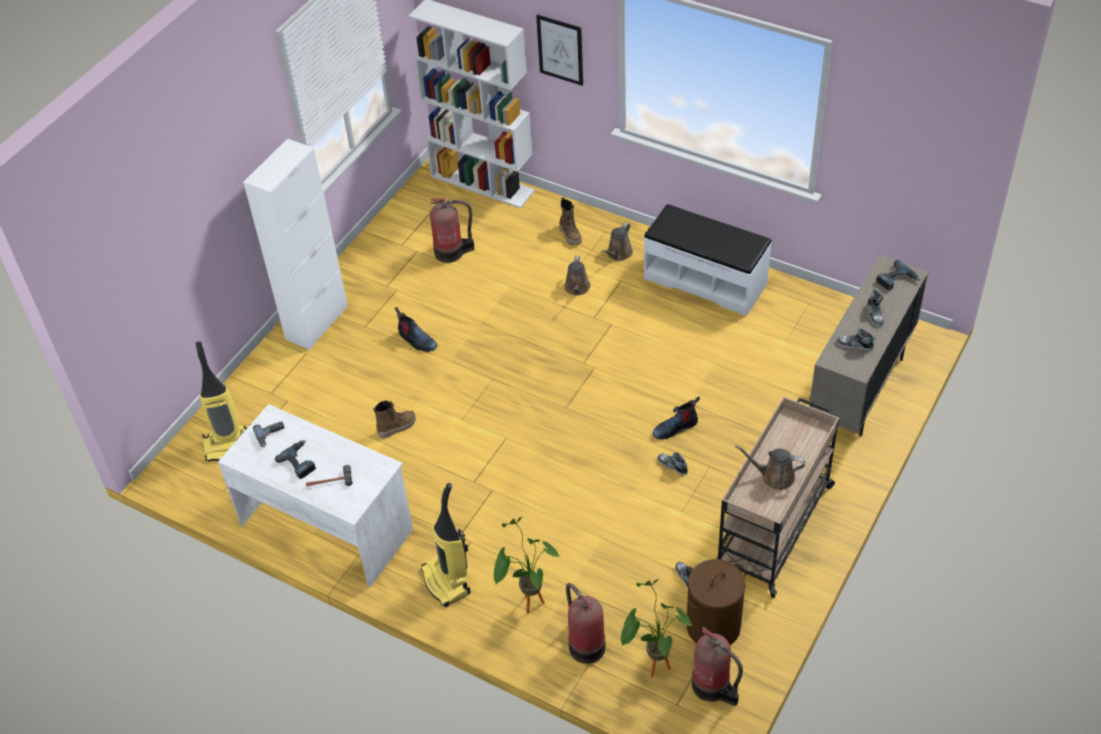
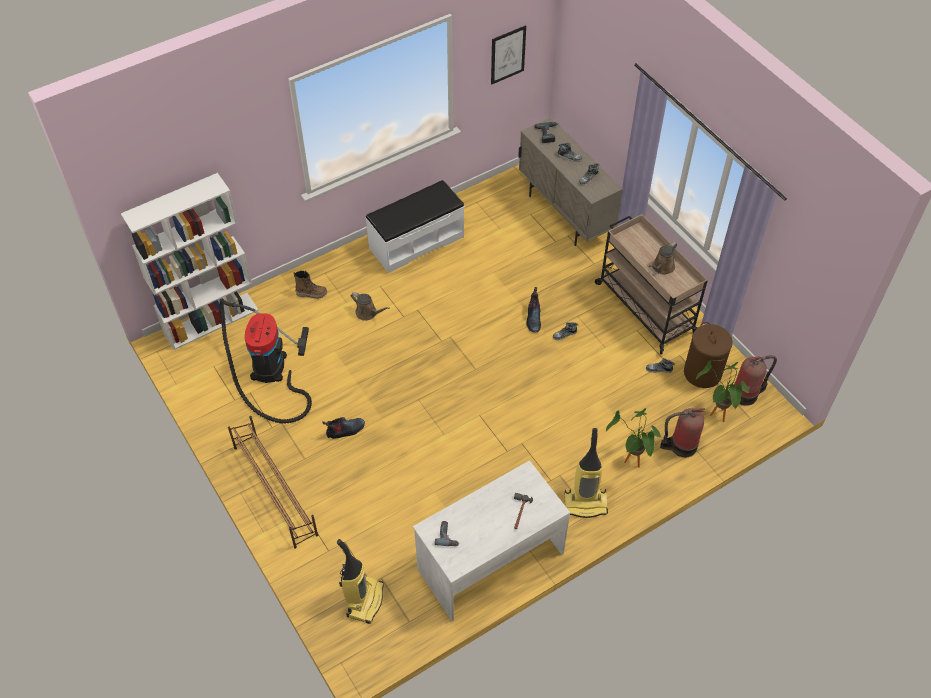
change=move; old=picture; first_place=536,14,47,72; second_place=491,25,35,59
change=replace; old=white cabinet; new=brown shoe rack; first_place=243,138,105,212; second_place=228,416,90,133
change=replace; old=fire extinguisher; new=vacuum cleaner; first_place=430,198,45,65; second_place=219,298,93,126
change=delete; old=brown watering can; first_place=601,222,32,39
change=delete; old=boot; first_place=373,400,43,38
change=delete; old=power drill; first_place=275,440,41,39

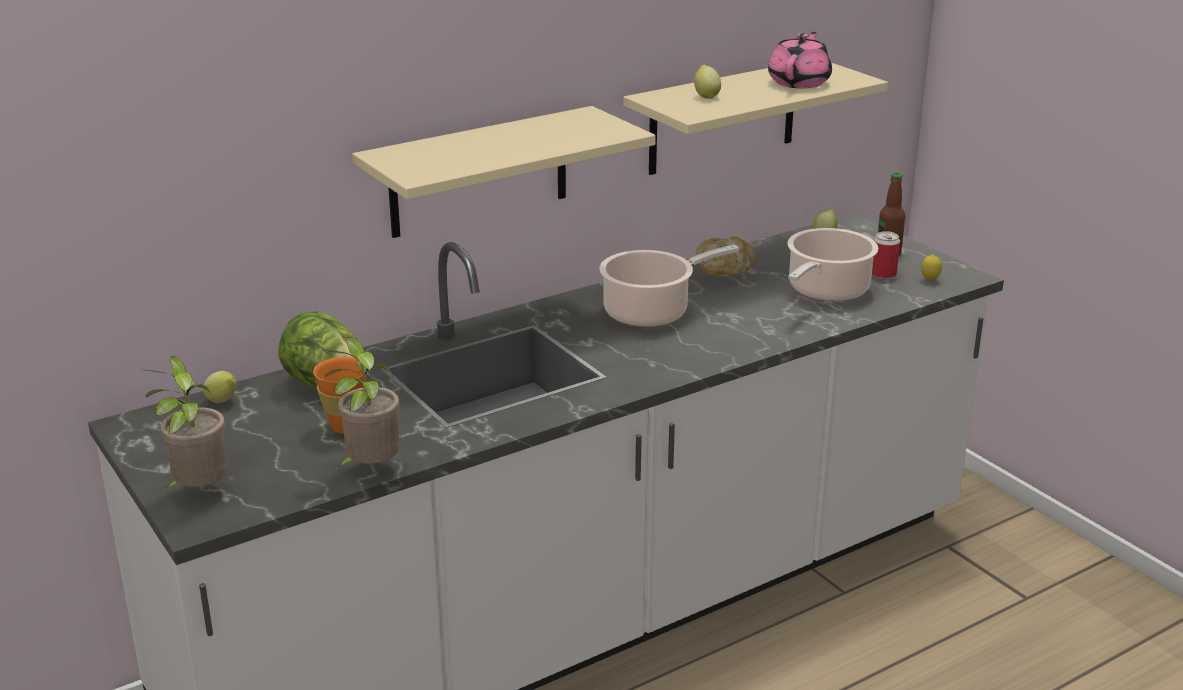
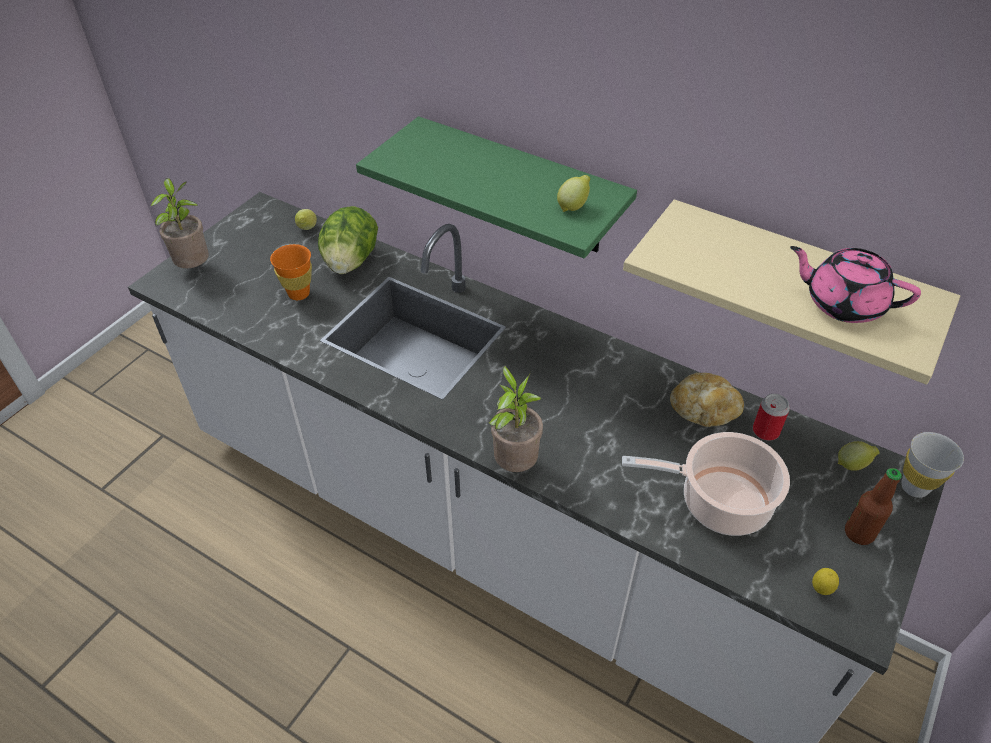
change=rotate; old=pink teapot; first_place=768,32,64,56; second_place=790,246,131,77; degrees=-150
change=move; old=lemon; first_place=694,65,27,34; second_place=557,175,33,37
change=recolor; old=beige shelf; new=green shelf; first_place=352,106,304,132; second_place=356,116,281,142
change=move; old=can; first_place=872,231,28,48; second_place=753,394,37,47
change=delete; old=cooking pot; first_place=599,245,140,82
change=move; old=potted plant; first_place=323,337,77,130; second_place=489,366,54,106
change=insert; new=white cup; second_place=901,432,63,66

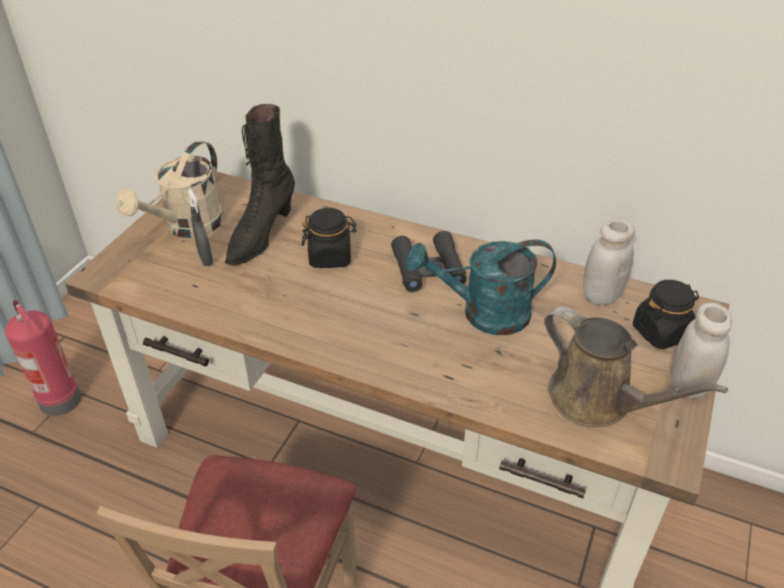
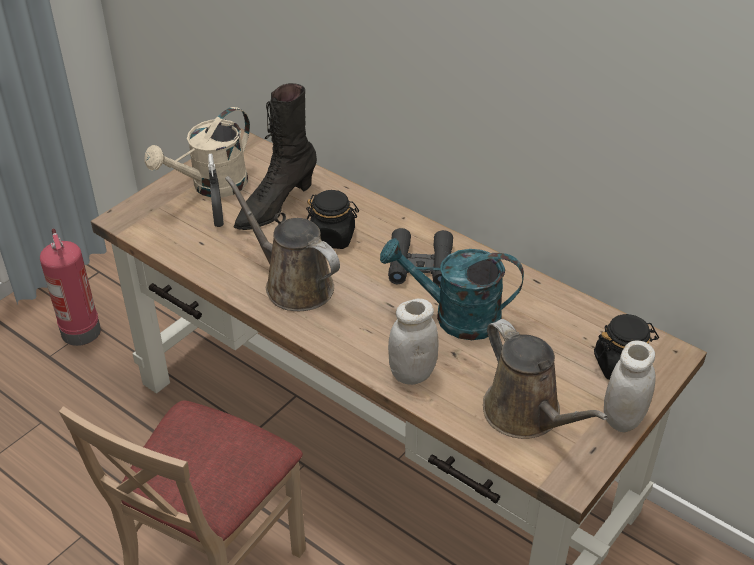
change=move; old=white jar; first_place=583,219,52,86; second_place=388,299,50,86
change=insert; new=brown watering can; second_place=225,176,115,135

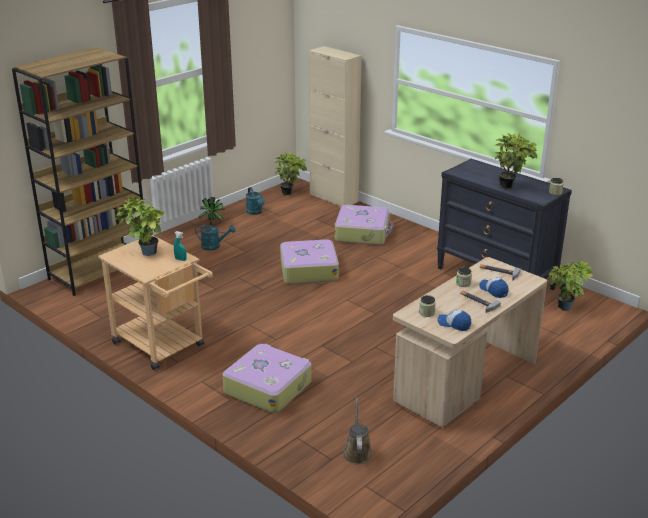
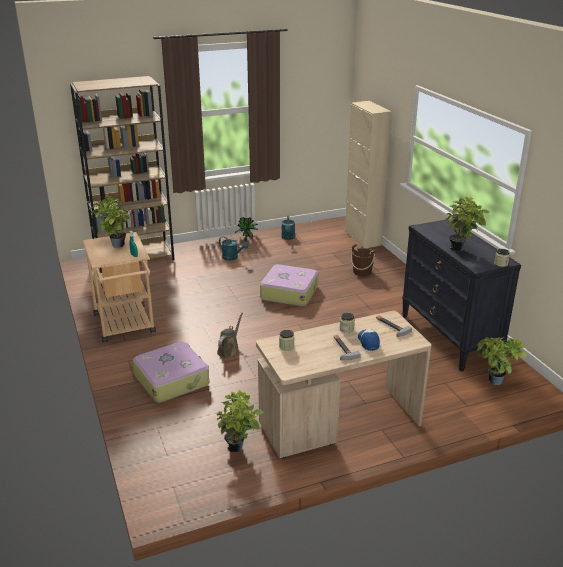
change=move; old=potted plant; first_place=275,152,32,43; second_place=217,390,47,62
change=replace; old=suitcase; new=brown bucket; first_place=335,205,58,40; second_place=351,244,25,32
change=delete; old=cap; first_place=437,310,34,21
change=move; old=brown watering can; first_place=343,398,30,67; second_place=217,313,26,45

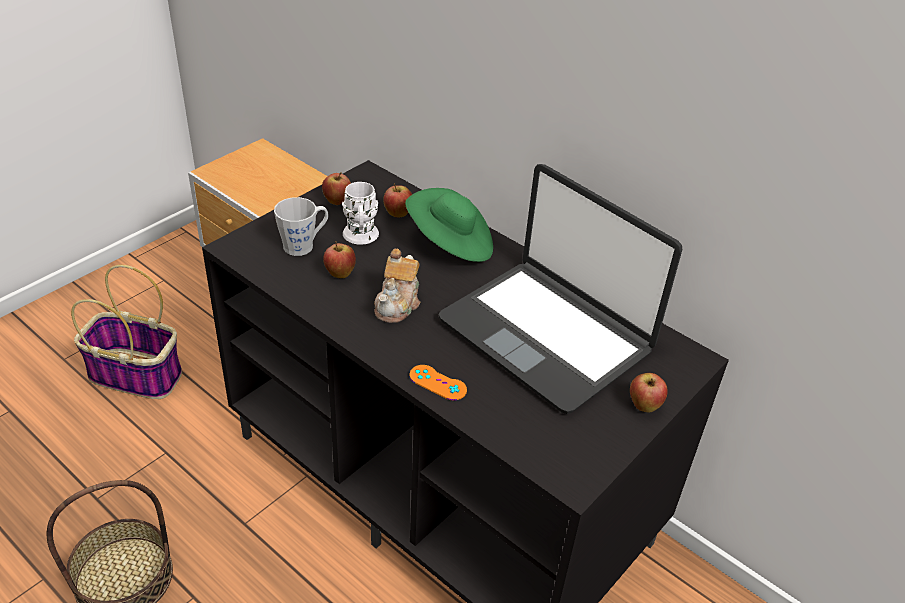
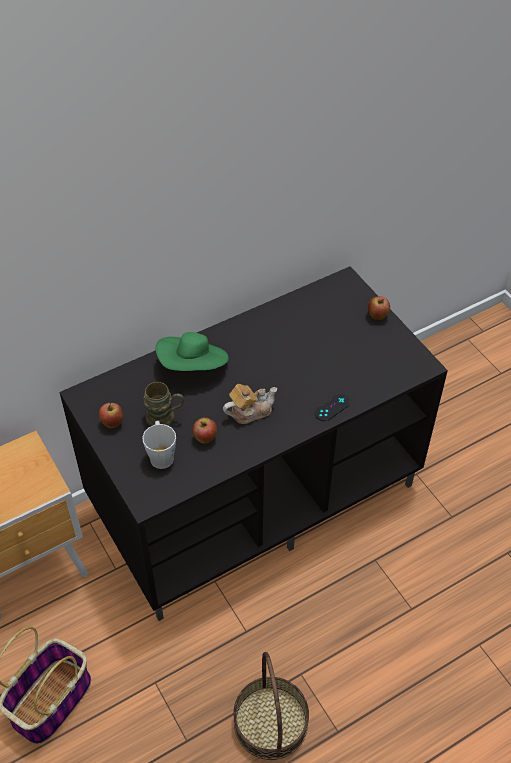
change=delete; old=laptop; first_place=438,164,244,250
change=recolor; old=white mug; new=brown mug; first_place=342,182,37,63; second_place=143,382,41,44
change=delete; old=apple; first_place=383,183,29,34
change=rotate; old=teapot; first_place=374,249,46,74; second_place=223,384,55,40; degrees=-60
change=recolor; old=orange game controller; new=black game controller; first_place=410,365,57,35; second_place=315,394,35,27

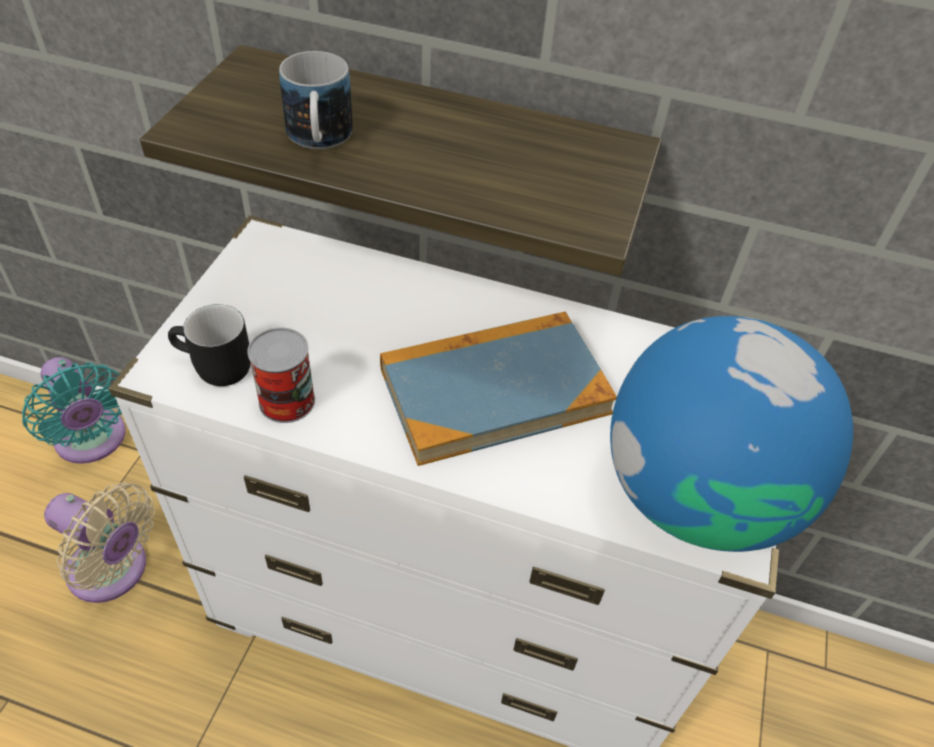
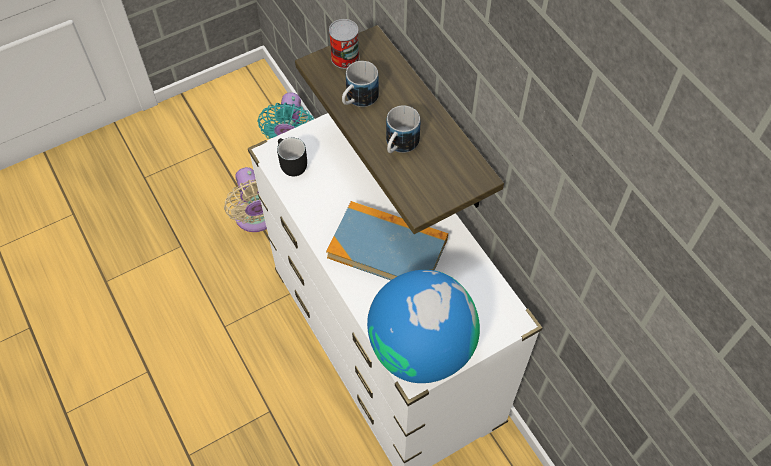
change=move; old=can; first_place=248,327,67,96; second_place=329,19,31,50
change=insert; new=mug; second_place=386,105,34,48

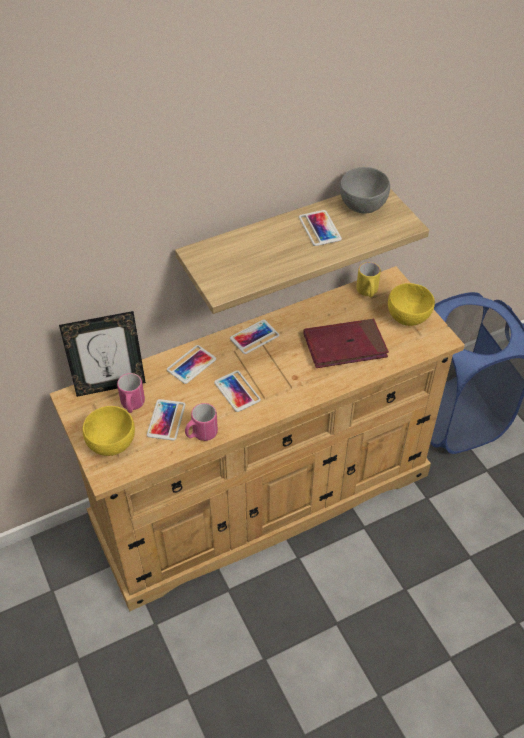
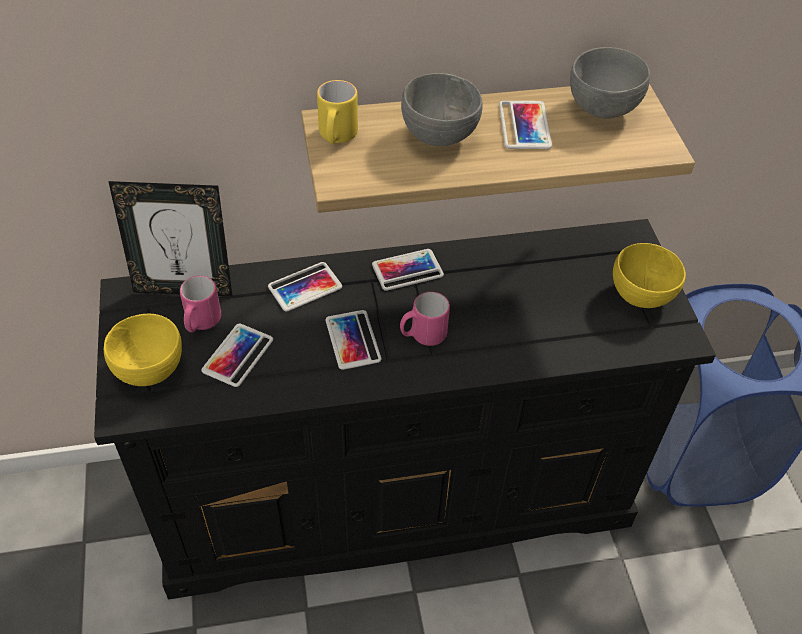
change=move; old=yellow mug; first_place=356,262,25,35; second_place=317,80,41,64
change=recolor; old=beige dresser; new=black dresser; first_place=50,266,415,345; second_place=94,219,622,381
change=delete; old=red book; first_place=303,319,86,49
change=move; old=pink mug; first_place=185,403,33,38; second_place=400,291,50,55
change=insert; new=grey bowl; second_place=401,73,82,73

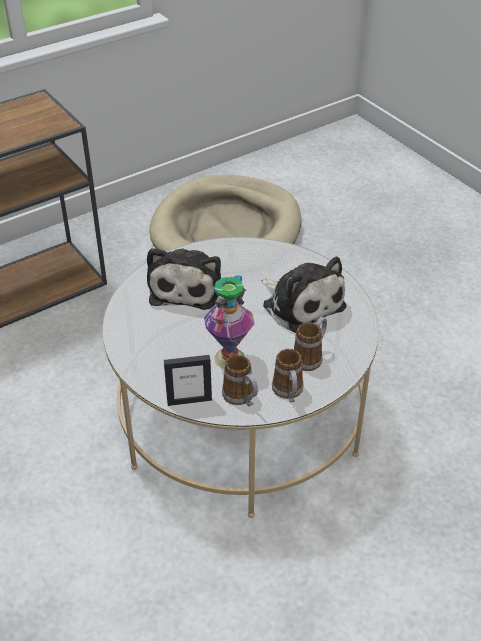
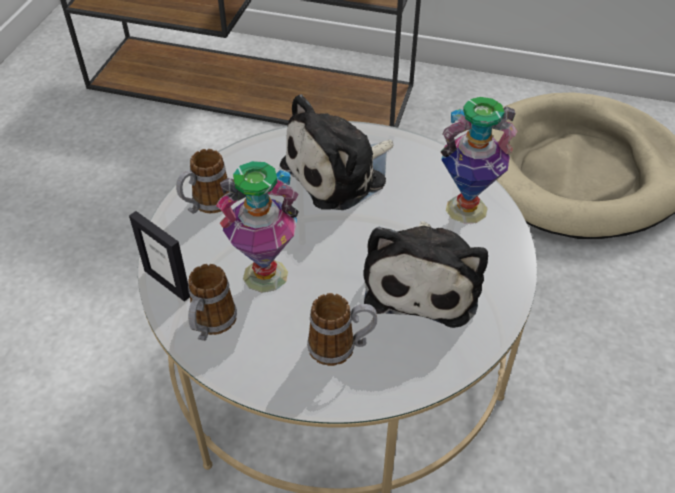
change=move; old=mug; first_place=272,349,32,53; second_place=176,149,53,65
change=insert; new=vase; second_place=441,97,76,127

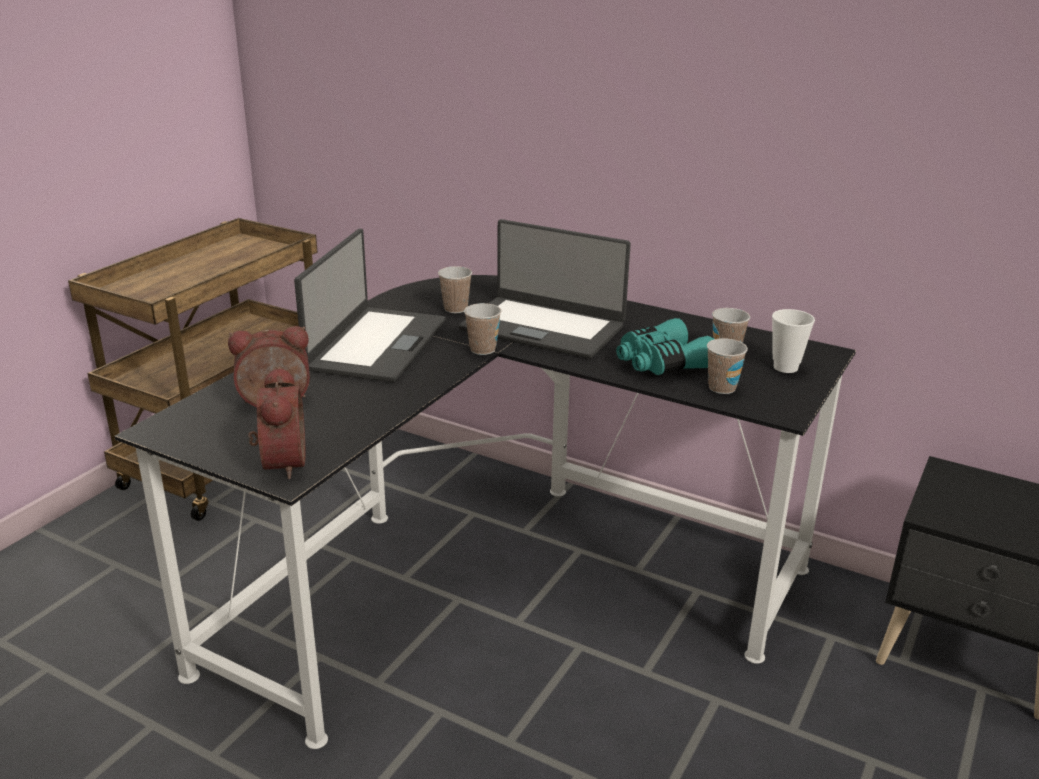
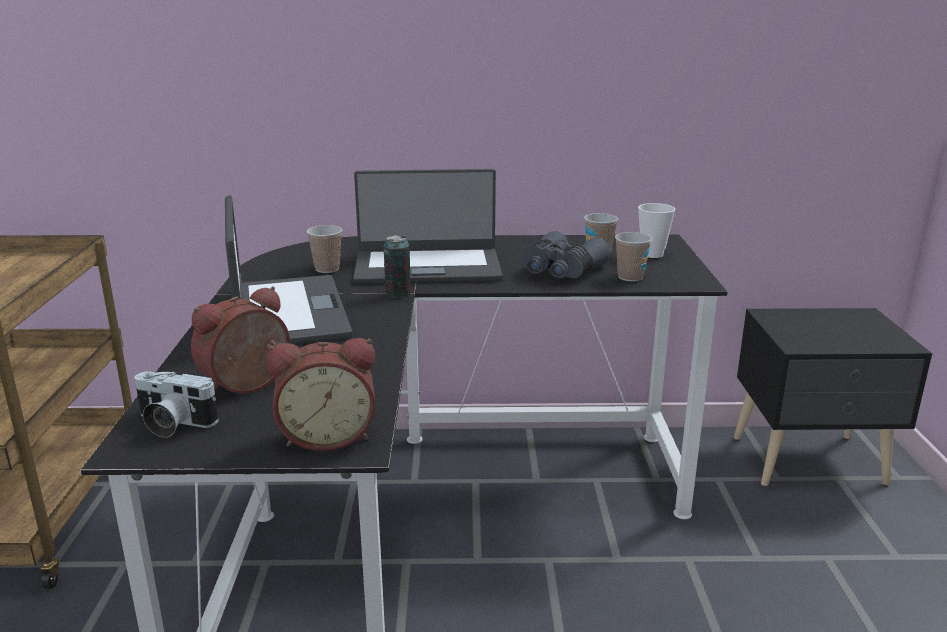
change=replace; old=cup; new=can; first_place=464,303,37,52; second_place=383,235,28,63
change=recolor; old=turquoise binoculars; new=grey binoculars; first_place=616,318,98,57; second_place=521,231,90,47
change=rotate; old=alarm clock; first_place=248,366,57,113; second_place=267,338,108,113; degrees=120
change=insert; new=photo camera; second_place=134,371,85,67

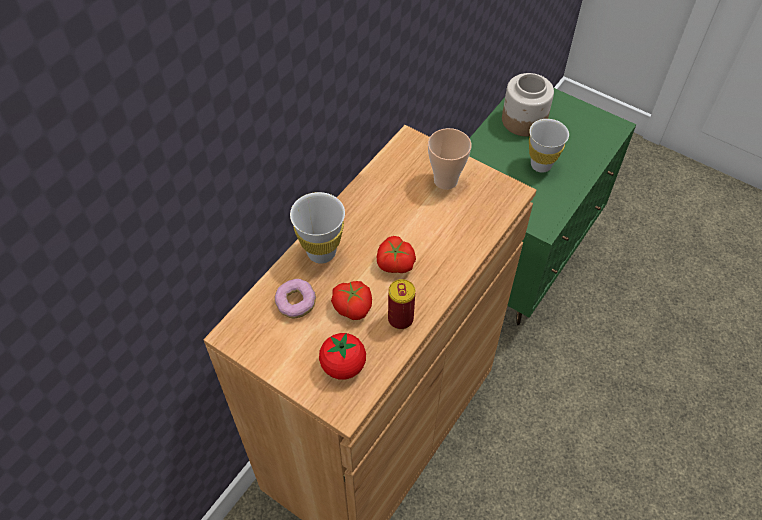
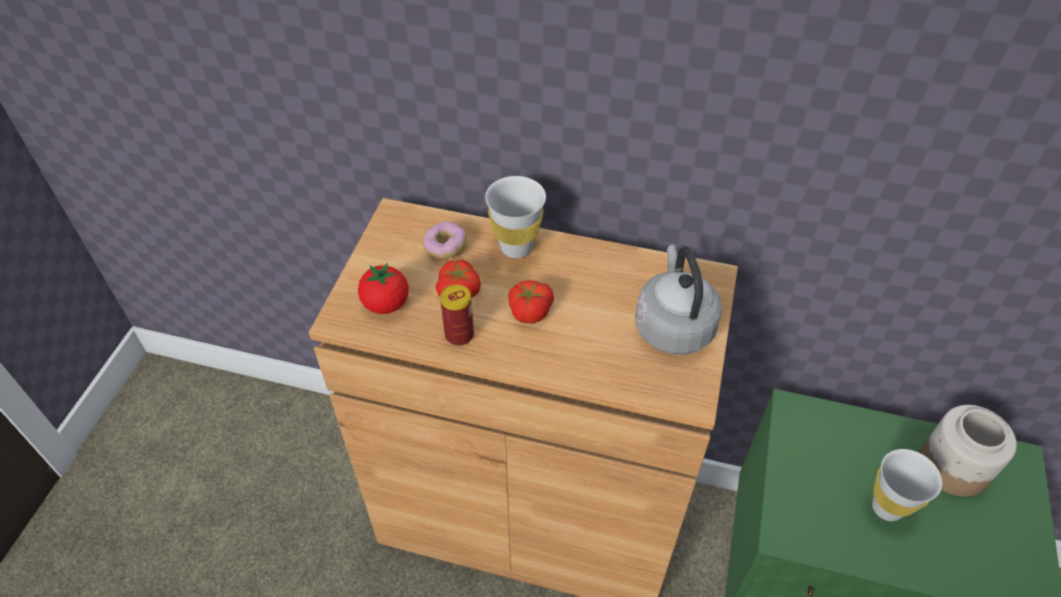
change=replace; old=cup; new=grey kettle; first_place=428,128,43,62; second_place=635,244,87,111

